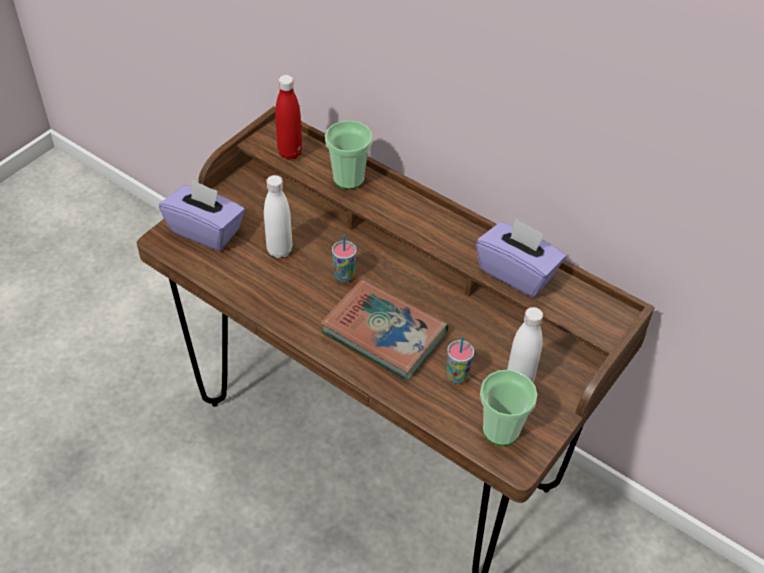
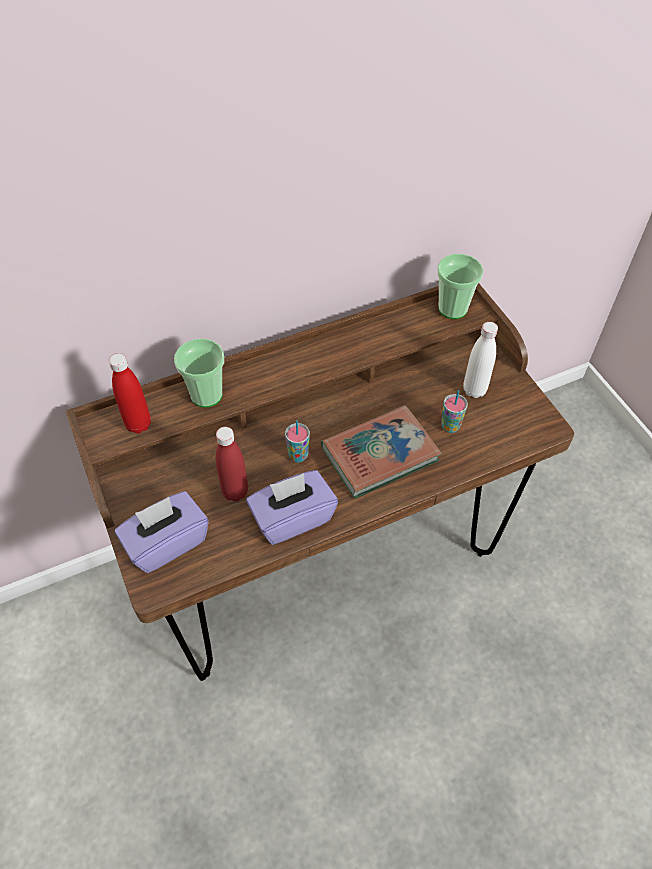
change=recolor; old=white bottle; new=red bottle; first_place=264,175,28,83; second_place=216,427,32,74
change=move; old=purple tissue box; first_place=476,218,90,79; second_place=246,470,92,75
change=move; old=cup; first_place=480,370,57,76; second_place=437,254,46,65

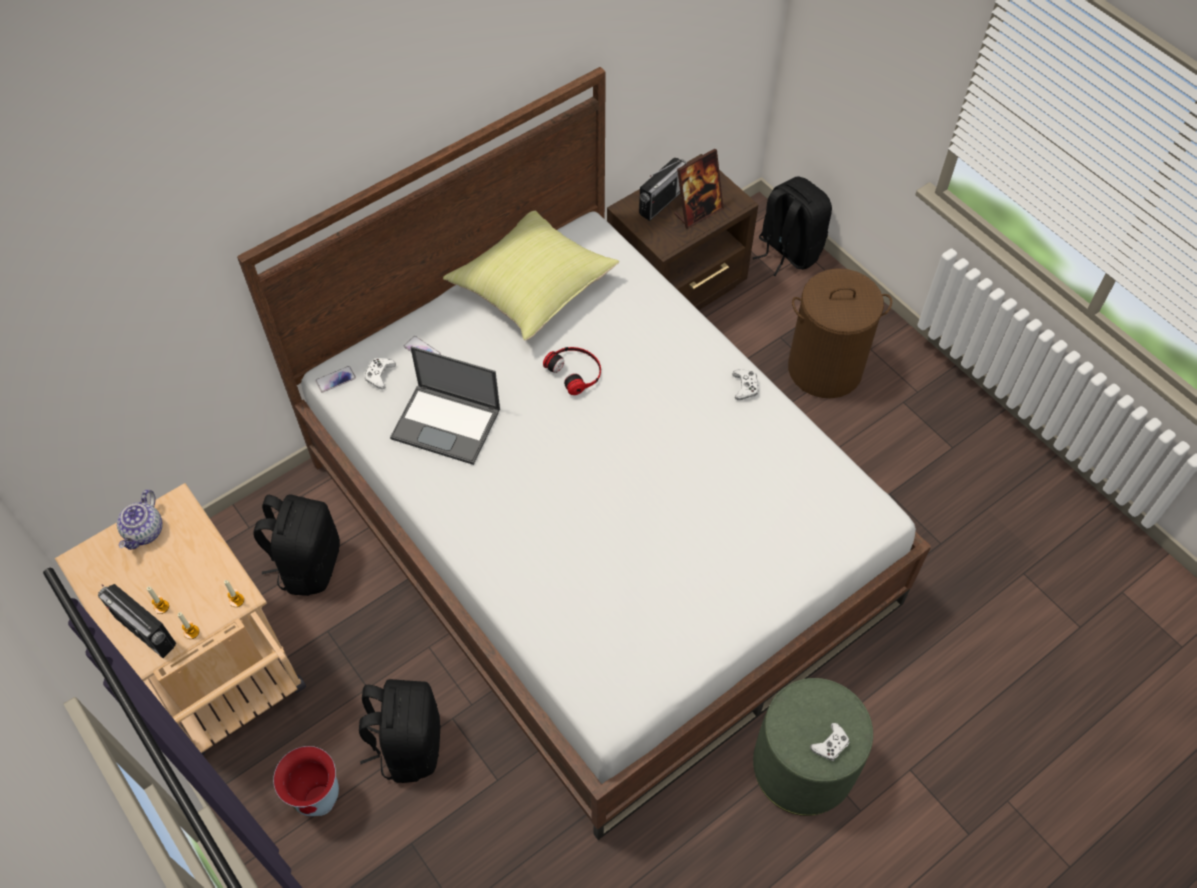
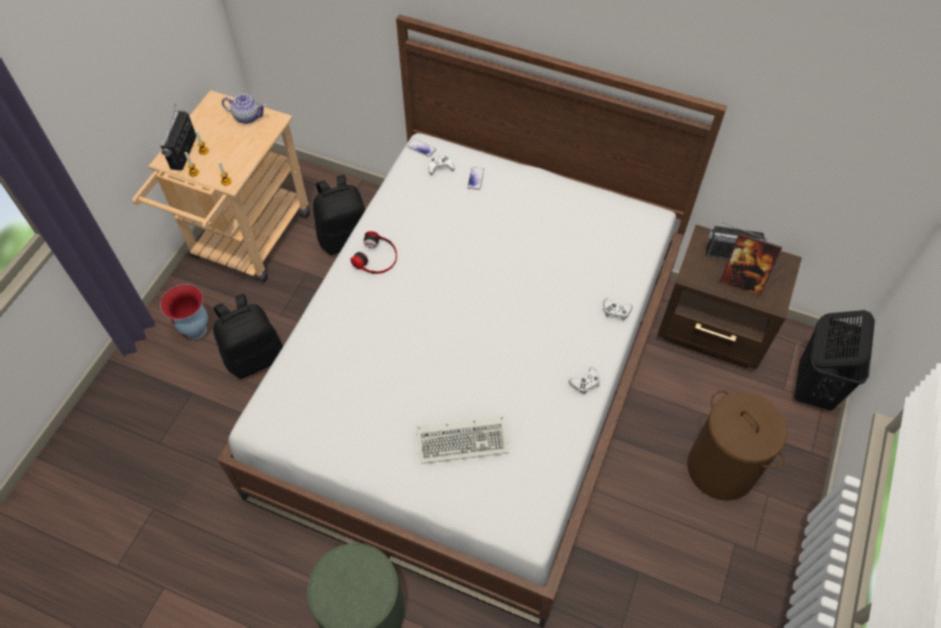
change=replace; old=black backpack; new=black laundry basket; first_place=753,177,79,99; second_place=794,310,81,100
change=delete; old=yellow pillow; first_place=443,211,176,130
change=delete; old=laptop; first_place=390,346,110,119
change=move; old=headphones; first_place=543,347,58,48; second_place=350,231,47,43
change=rotate; old=teapot; first_place=117,490,46,60; second_place=222,94,44,30; degrees=-150
change=move; old=white game controller; first_place=810,723,39,38; second_place=603,299,29,22
change=insert; new=keyboard; second_place=417,415,92,49

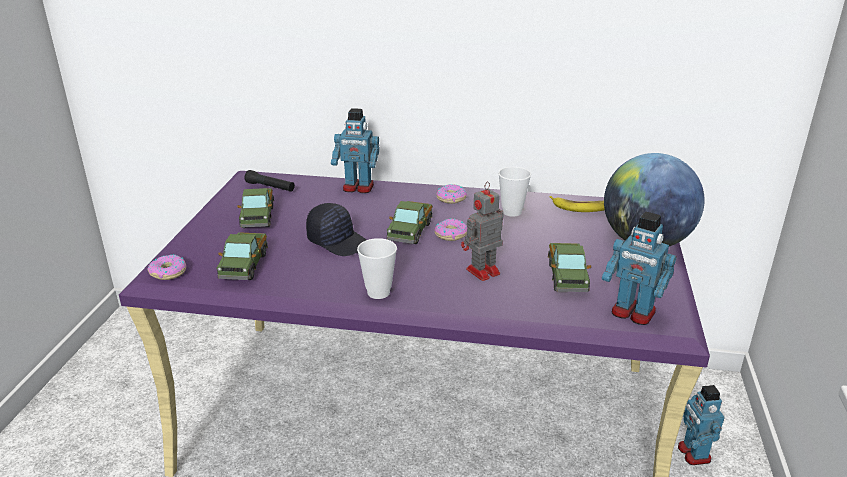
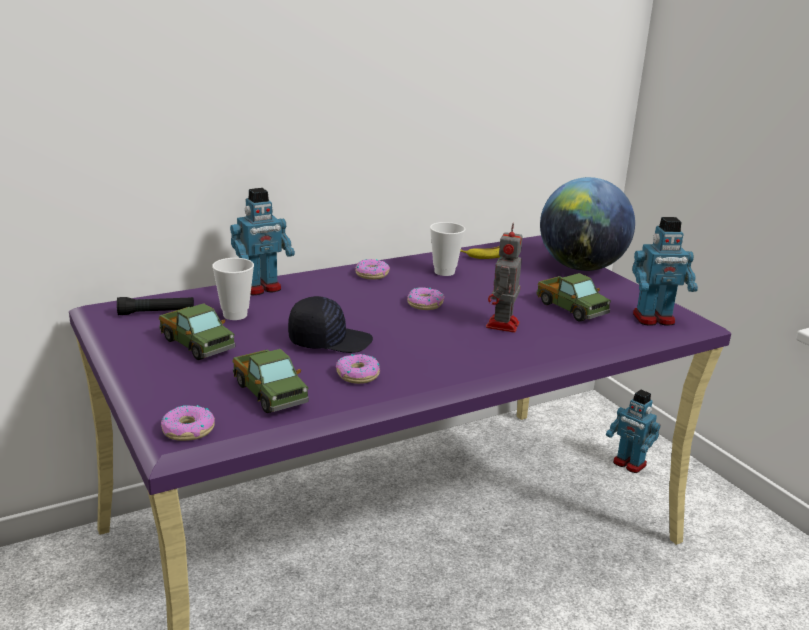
change=delete; old=toy truck; first_place=387,201,46,43
change=move; old=cup; first_place=357,238,40,61; second_place=212,258,42,62
change=insert; new=donut; second_place=336,354,44,30

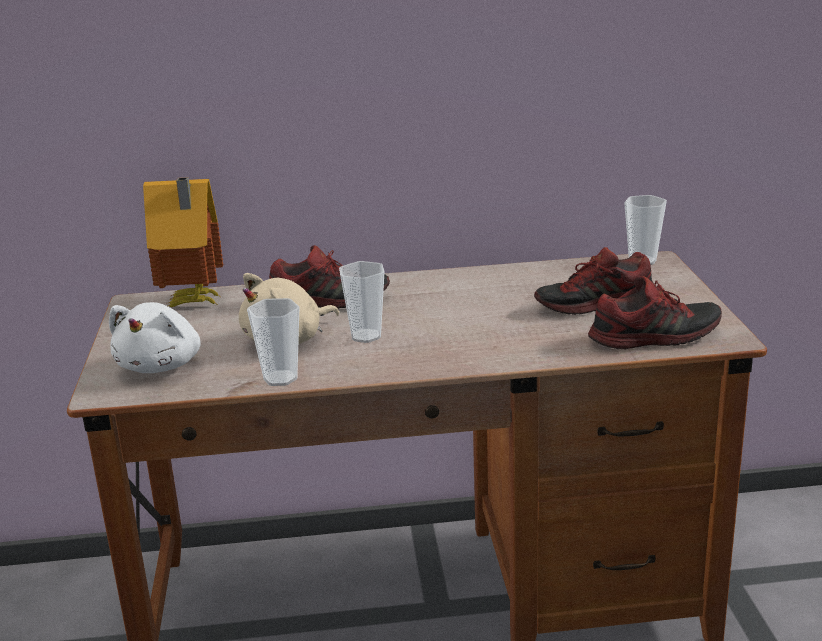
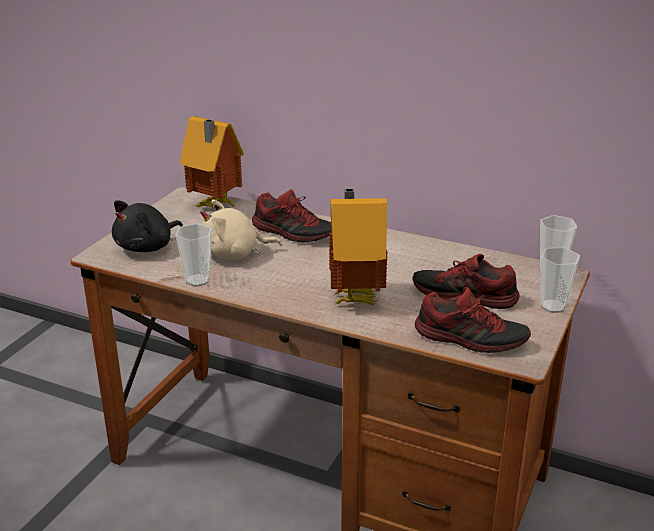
change=move; old=cup; first_place=339,261,45,82; second_place=541,247,39,66
change=recolor; old=white plush toy; new=black plush toy; first_place=109,302,92,71; second_place=112,200,71,52
change=insert; new=toy house; second_place=329,188,59,117

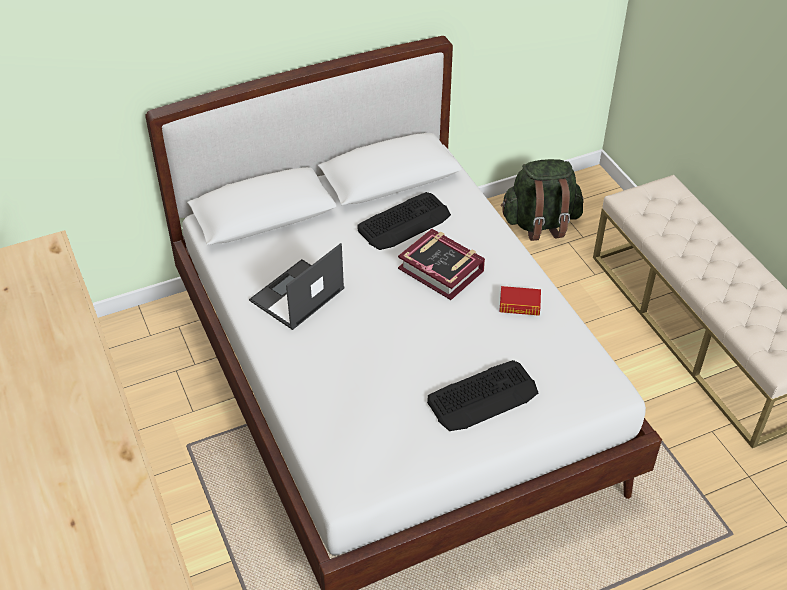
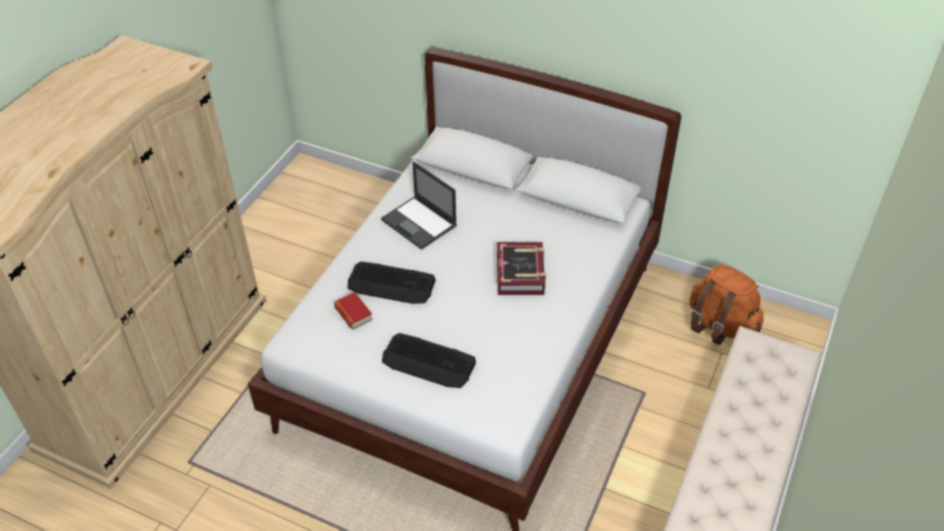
change=recolor; old=green backpack; new=orange backpack; first_place=501,159,83,82; second_place=690,264,74,81
change=move; old=keyboard; first_place=357,192,94,58; second_place=348,261,88,43
change=rotate; old=laptop; first_place=249,243,95,87; second_place=381,161,76,89; degrees=-135
change=move; old=book; first_place=499,286,42,30; second_place=334,292,39,37

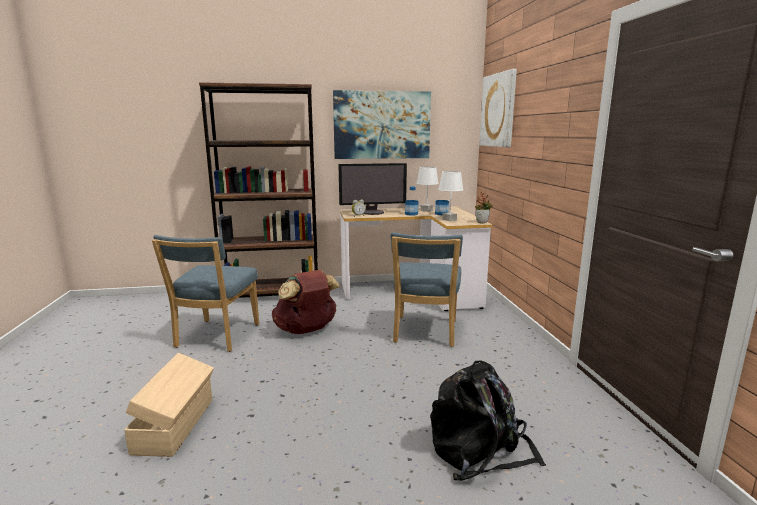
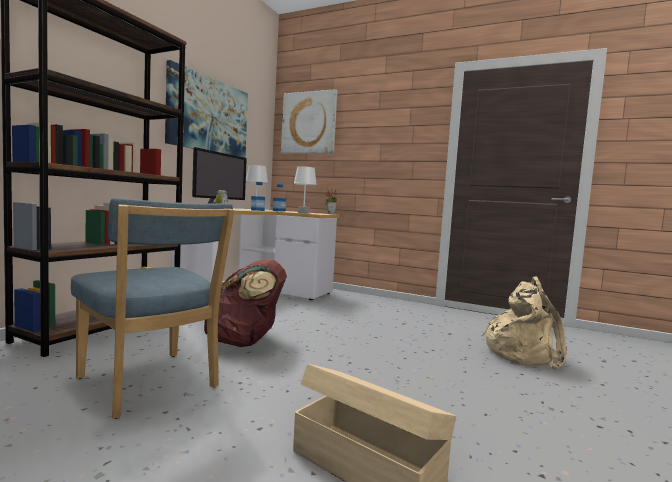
change=delete; old=blue chair; first_place=391,232,72,115
change=recolor; old=black backpack; new=beige backpack; first_place=430,360,116,121; second_place=481,276,86,93

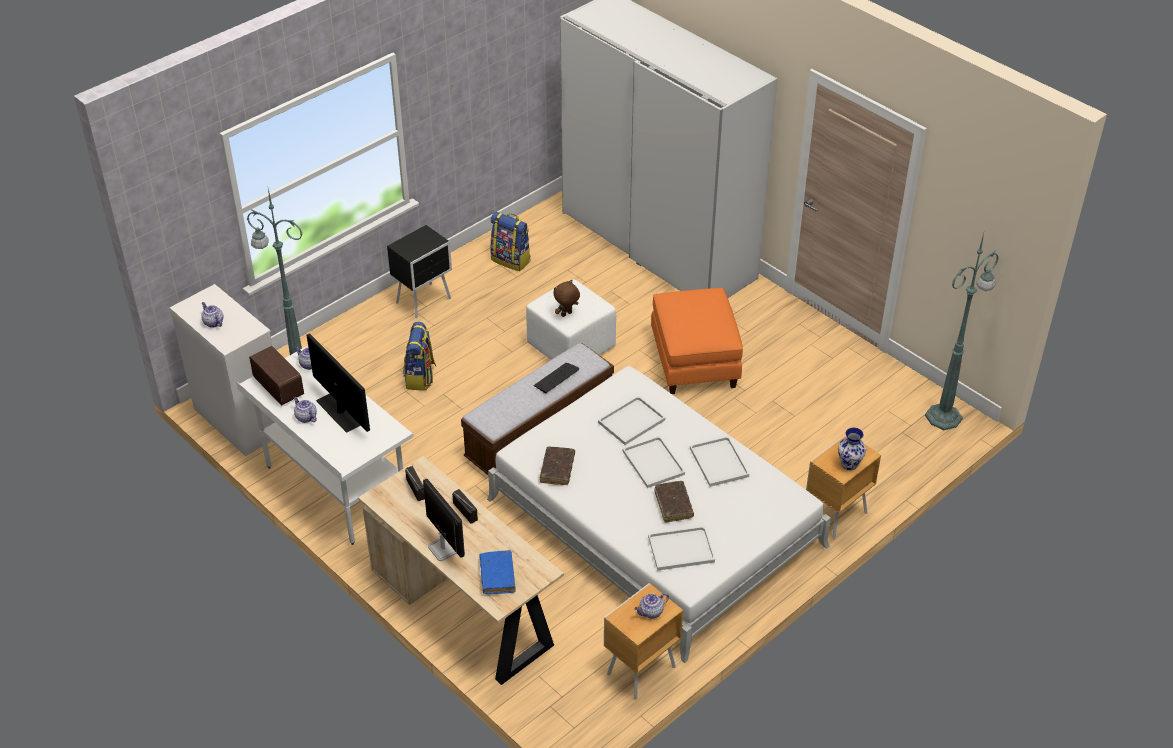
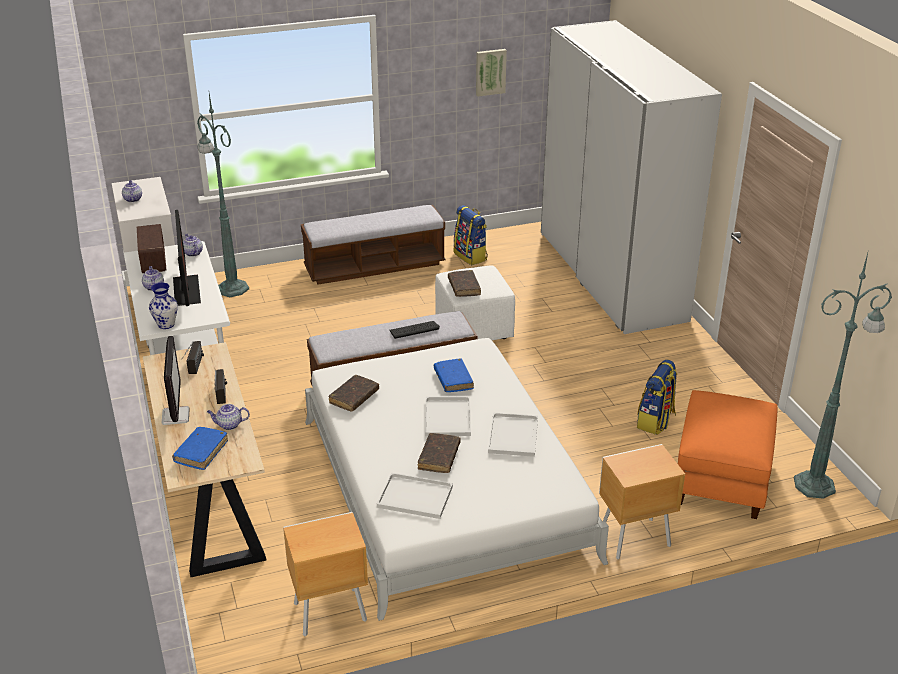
change=replace; old=black nightstand; new=bench; first_place=387,225,65,93; second_place=301,205,144,80
change=replace; old=brown plush toy; new=brown book; first_place=553,280,27,37; second_place=448,270,33,27
change=move; old=orange ottoman; first_place=651,288,92,106; second_place=678,390,99,129
change=move; old=backpack; first_place=403,322,33,68; second_place=637,359,40,76
change=replace; old=white tray; new=blue book; first_place=598,396,67,49; second_place=434,358,40,34
change=move; old=vase; first_place=838,428,28,42; second_place=149,283,29,46
change=move; old=teapot; first_place=634,593,35,26; second_place=207,404,43,26
change=insert; new=picture; second_place=476,49,31,48

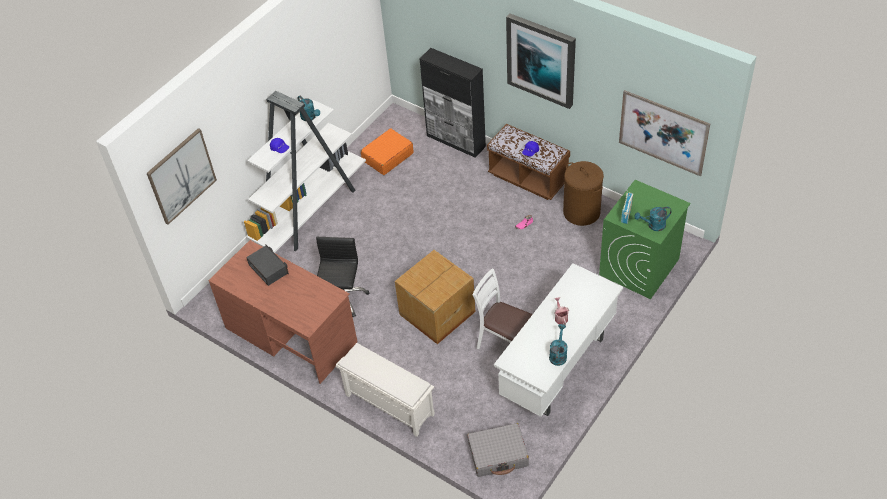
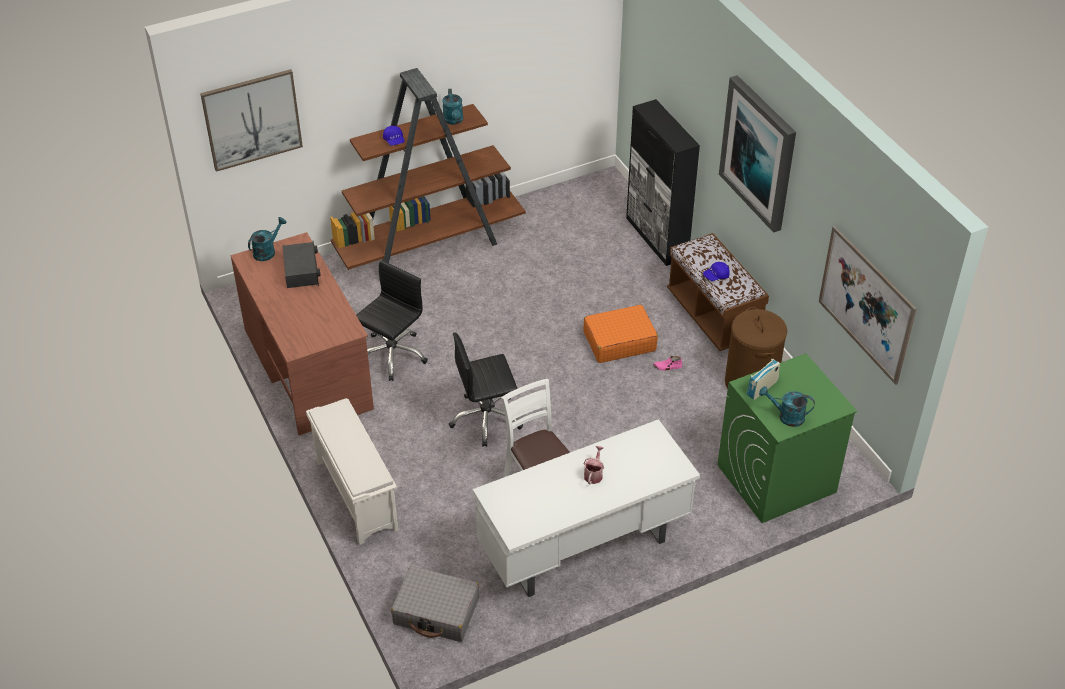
change=recolor; old=white bookcase; new=brown bookcase; first_place=244,91,122,162; second_place=330,68,196,202
change=move; old=orange suitcase; first_place=361,128,52,47; second_place=584,305,74,58
change=replace; old=cardboard box; new=black office chair; first_place=395,250,80,94; second_place=449,332,74,115
change=move; old=turquoise watering can; first_place=549,324,19,42; second_place=248,217,39,44

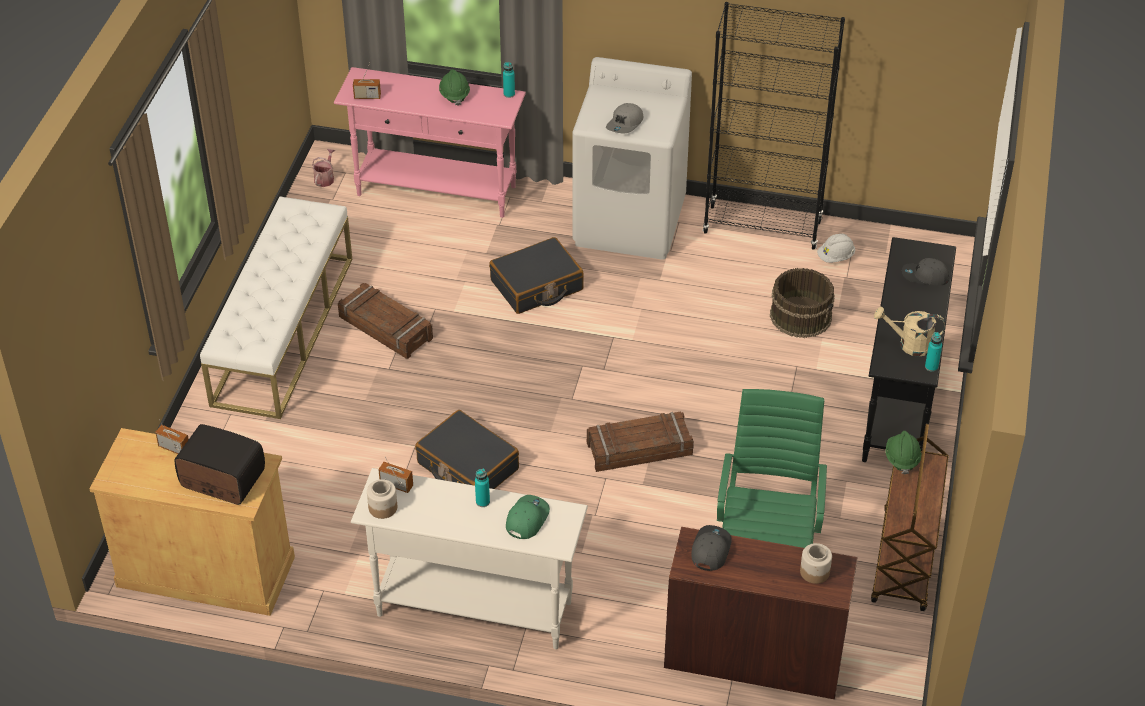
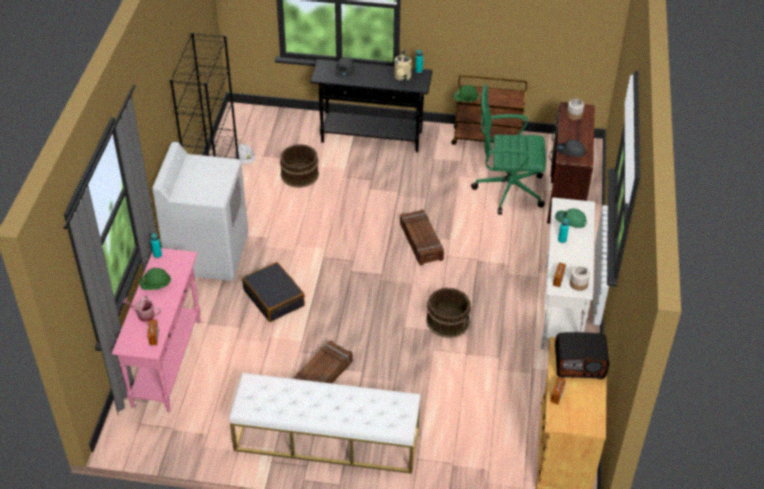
change=delete; old=grey cap; first_place=606,103,37,31
change=move; old=watering can; first_place=312,149,23,38; second_place=122,296,39,26
change=replace; old=black suitcase; new=brown bucket; first_place=415,410,104,79; second_place=426,288,45,50
change=rotate; old=radio; first_place=175,424,90,81; second_place=555,332,54,47; degrees=-105

